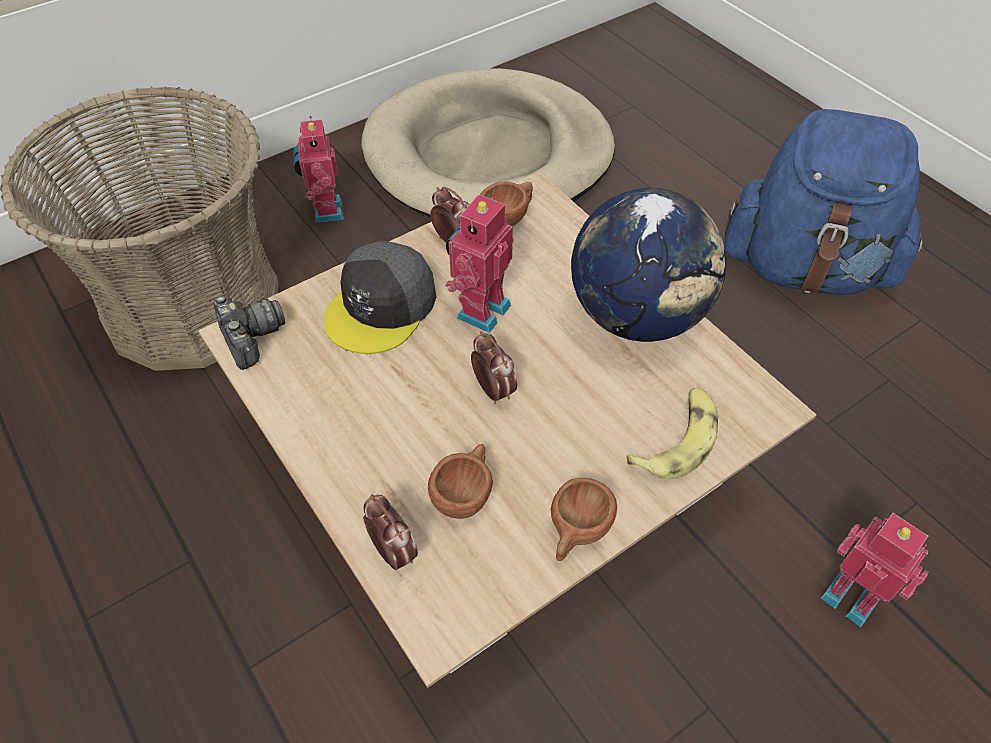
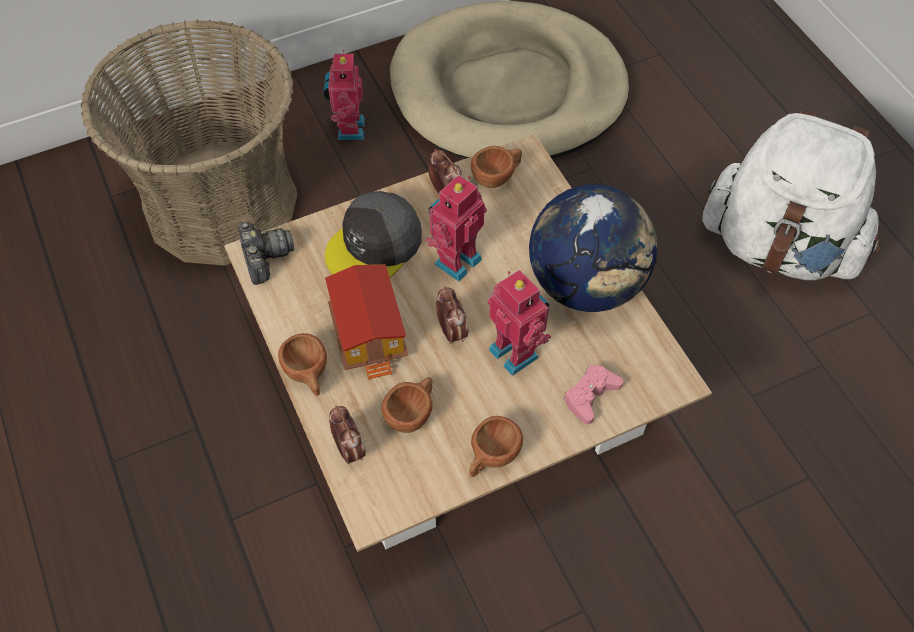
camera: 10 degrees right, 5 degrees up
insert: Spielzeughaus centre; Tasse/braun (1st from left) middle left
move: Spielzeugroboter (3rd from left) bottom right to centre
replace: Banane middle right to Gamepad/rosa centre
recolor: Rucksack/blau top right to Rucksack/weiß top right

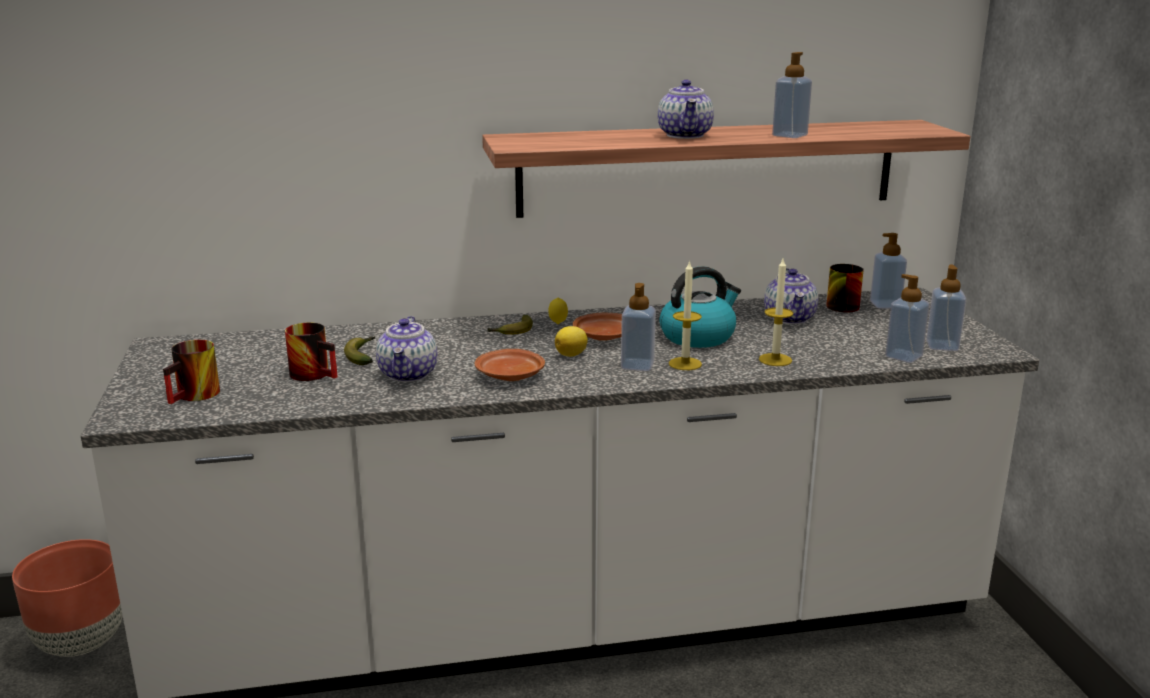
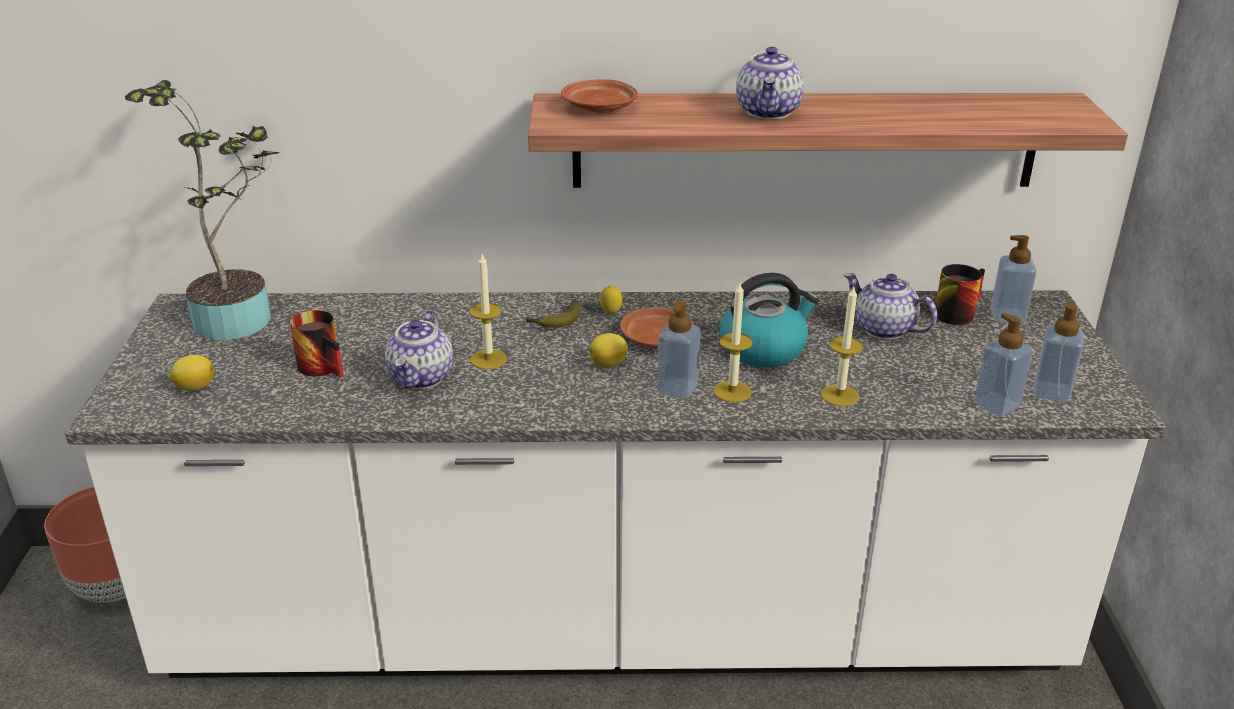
camera: 10 degrees right, 10 degrees up
delete: Seifenspender (2nd from left) top right; Banane (1st from left) middle left
insert: Topfpflanze top left; Kerze (1st from left) centre
move: Teller/braun (1st from left) centre to top centre
replace: Henkelbecher (1st from left) middle left to Zitrone (1st from left) middle left
rotate: Teekanne (3rd from left) middle right = middle right 120 degrees clockwise

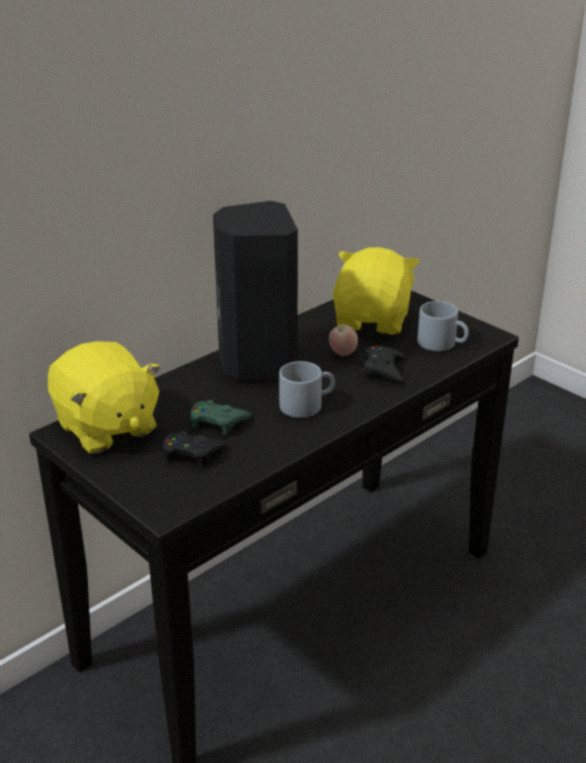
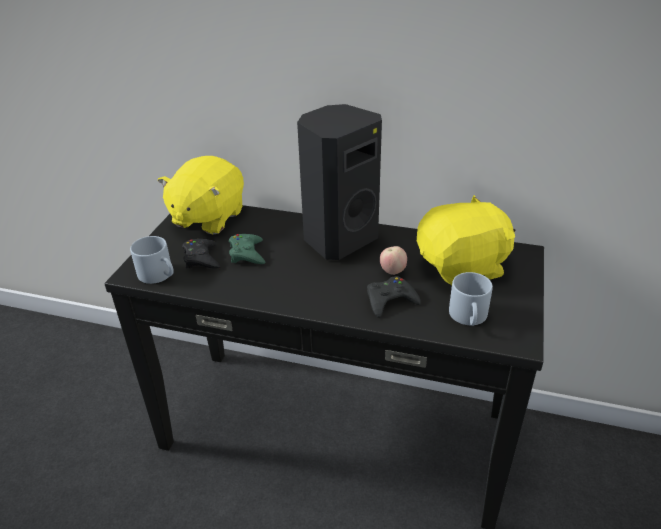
camera: 60 degrees right, 5 degrees up
move: Henkelbecher/grau (1st from left) centre to middle left

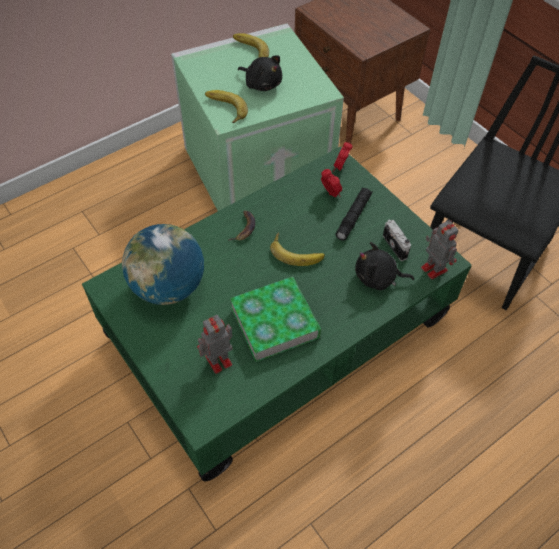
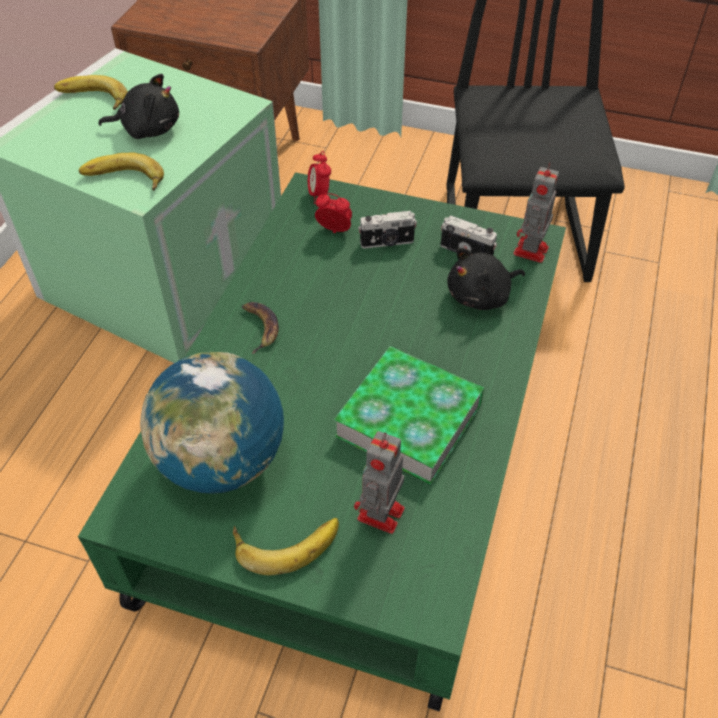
camera: 35 degrees left, 5 degrees down
move: Banane (4th from left) centre to bottom centre
replace: Taschenlampe/schwarz centre to Kamera (1st from left) top centre
rotate: Spielzeugroboter (2nd from left) middle right = top right 90 degrees counterclockwise

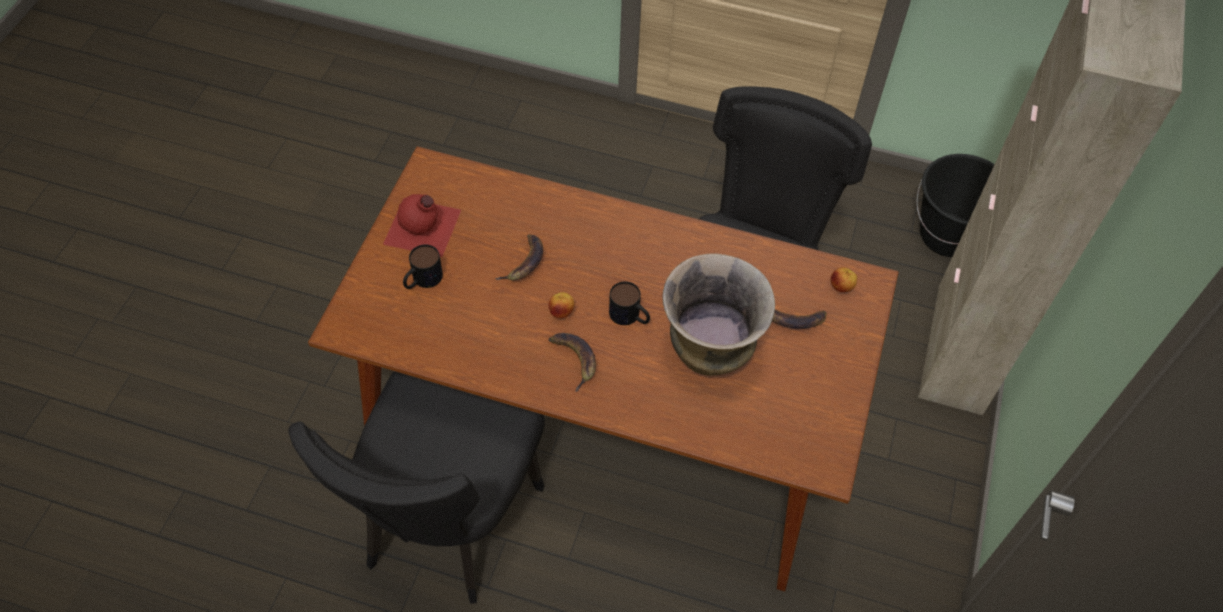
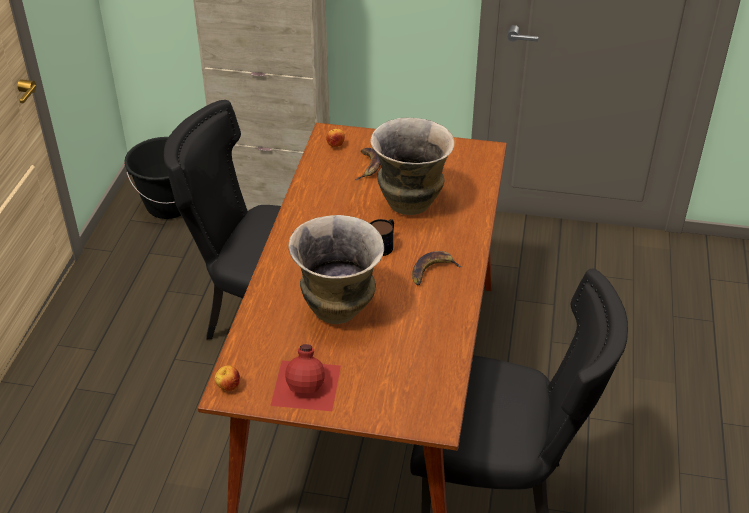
camera: 95 degrees left, 15 degrees down
delete: Henkelbecher (1st from left) centre
move: Apfel (1st from left) centre to bottom left
replace: Banane (1st from left) centre to Vase (1st from left) centre

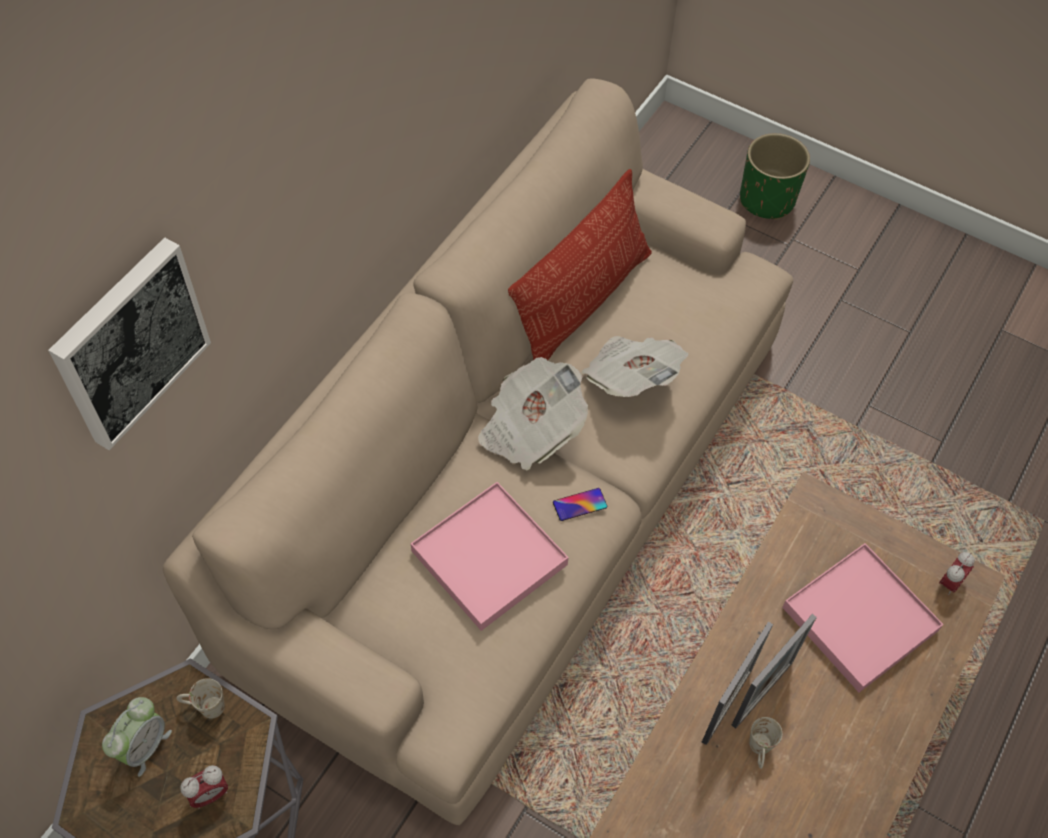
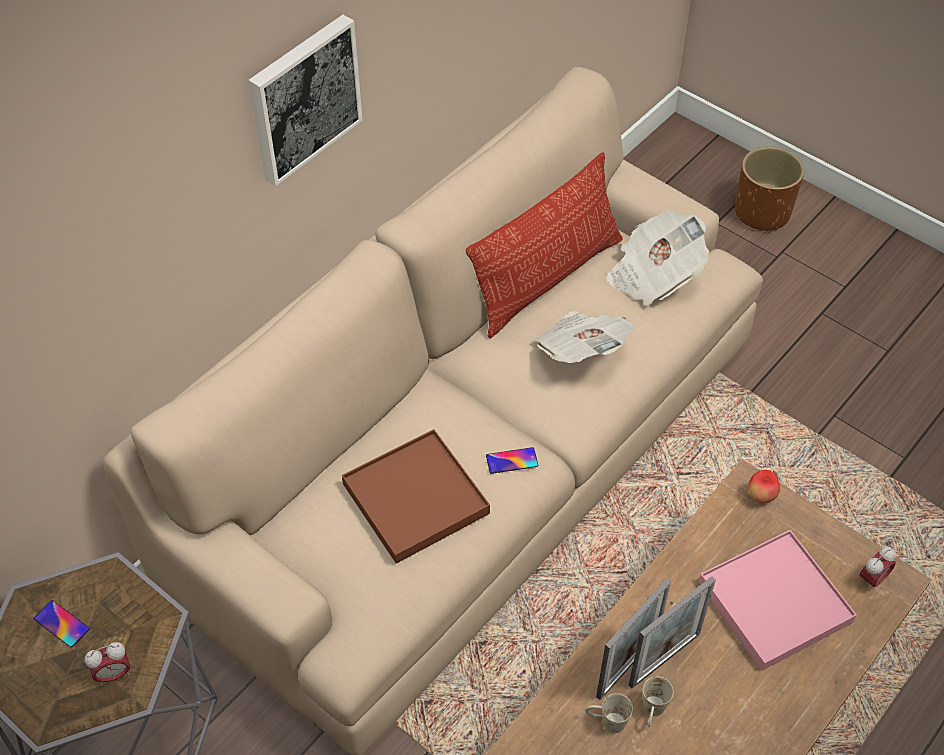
camera: 10 degrees right, 5 degrees down
insert: Apfel middle right
move: Bild middle left to top left; Zeitung (1st from left in the first image) centre to Zeitung (2nd from left) middle right; Henkelbecher/weiß (1st from left) bottom left to bottom centre
replace: Wecker (1st from left) bottom left to Handy (1st from left) bottom left
recolor: Pflanzkübel/grün top right to Pflanzkübel/braun top right; Tablett/rosa (1st from left) centre to Tablett/braun centre

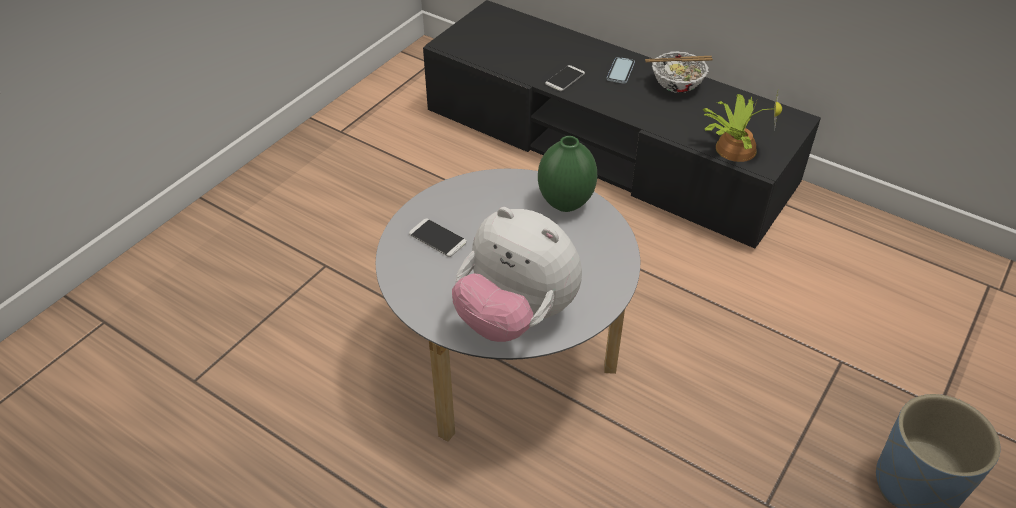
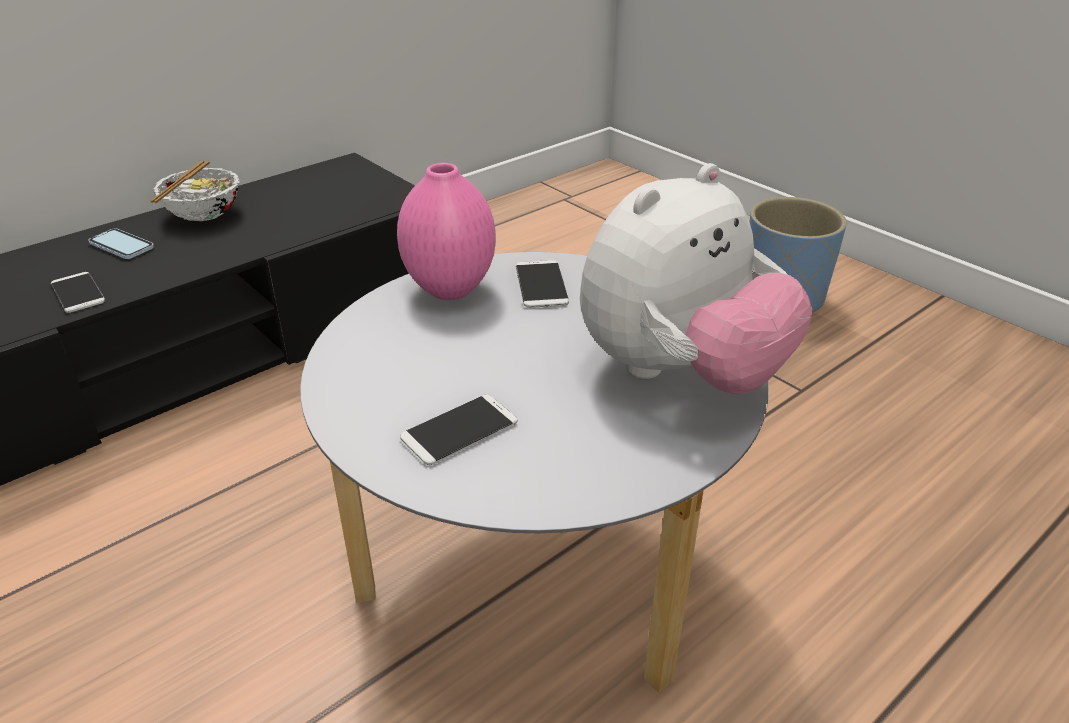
camera: 75 degrees left, 10 degrees down
delete: Topfpflanze top right
insert: Handy (4th from left) centre
recolor: Vase/grün centre to Vase/rosa top centre

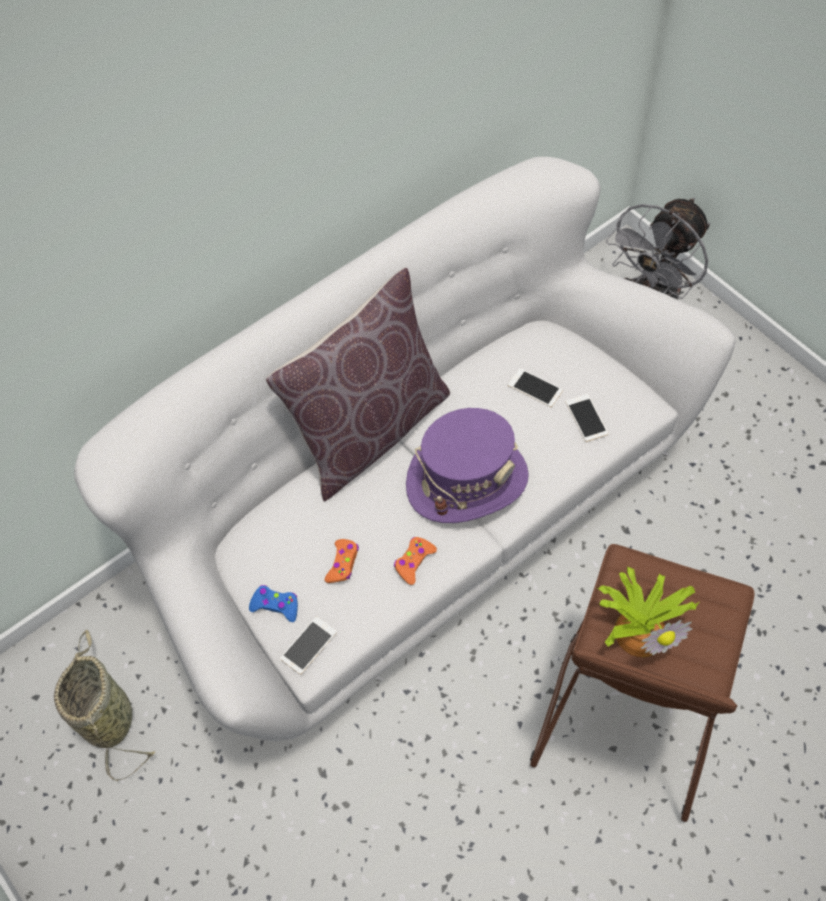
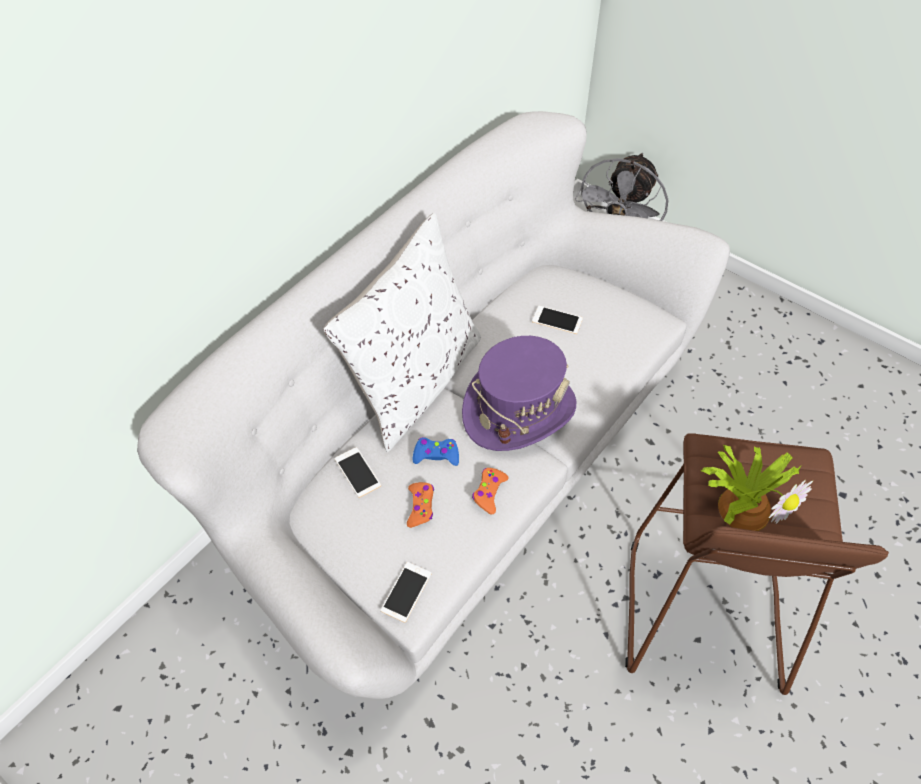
camera: 15 degrees left, 5 degrees down
delete: Korb bottom left
move: Handy (3rd from left in the first image) middle right to Handy (1st from left) centre; Gamepad/blau bottom left to centre
recolor: Kissen/braun centre to Kissen/weiß centre

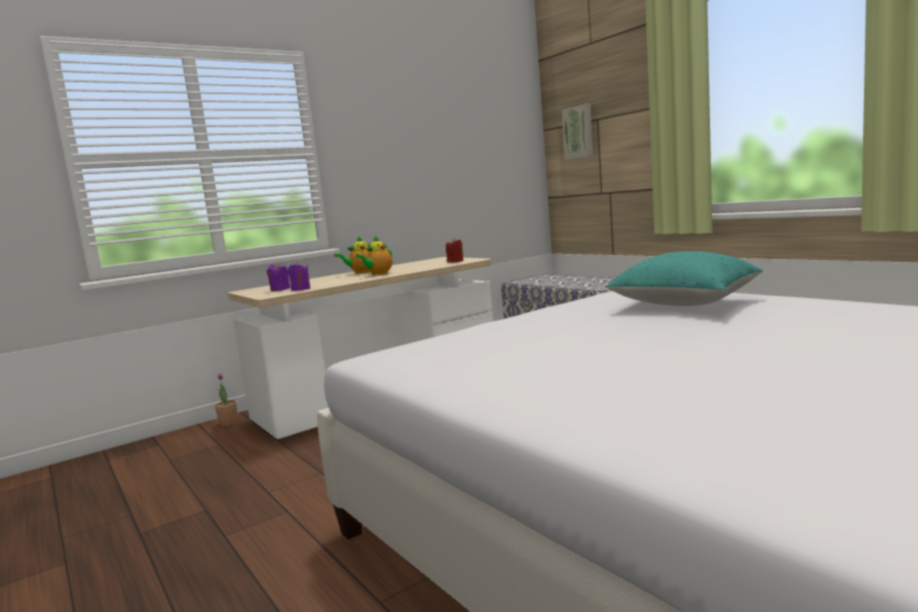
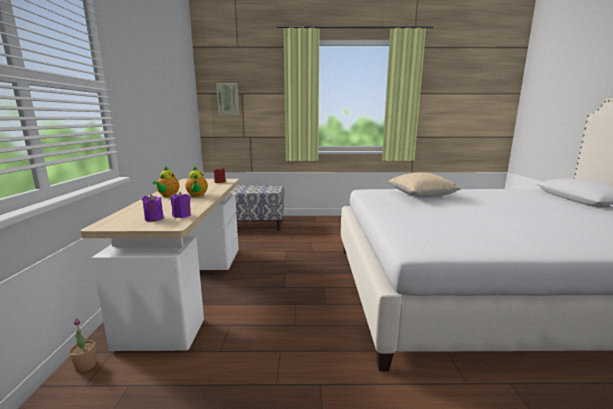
camera: 55 degrees left, 5 degrees up
recolor: Kissen/türkis middle right to Kissen/beige middle right

